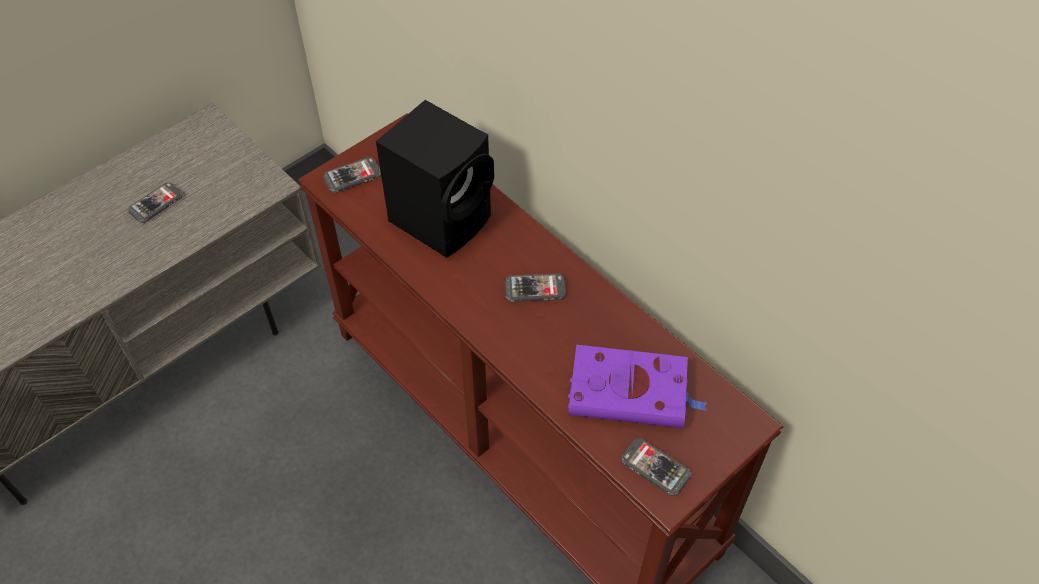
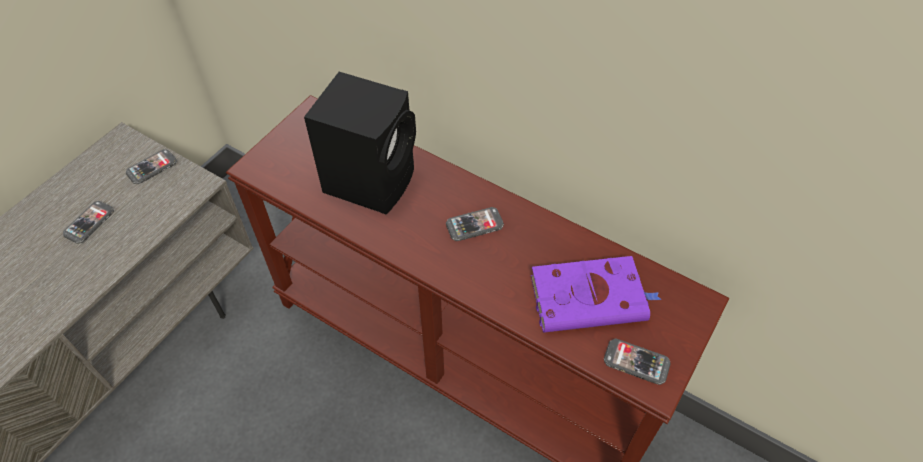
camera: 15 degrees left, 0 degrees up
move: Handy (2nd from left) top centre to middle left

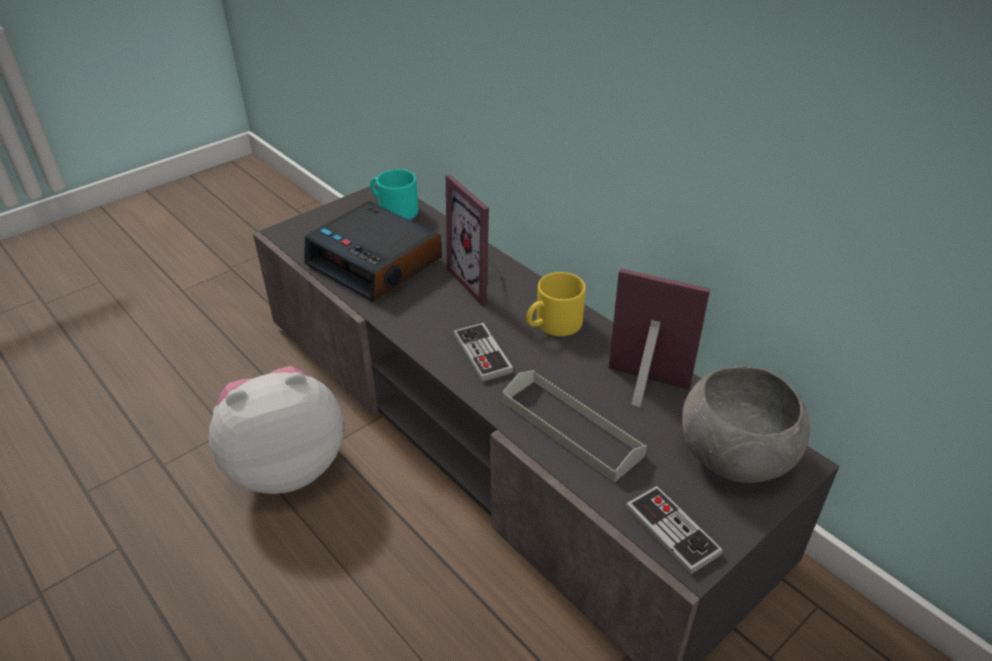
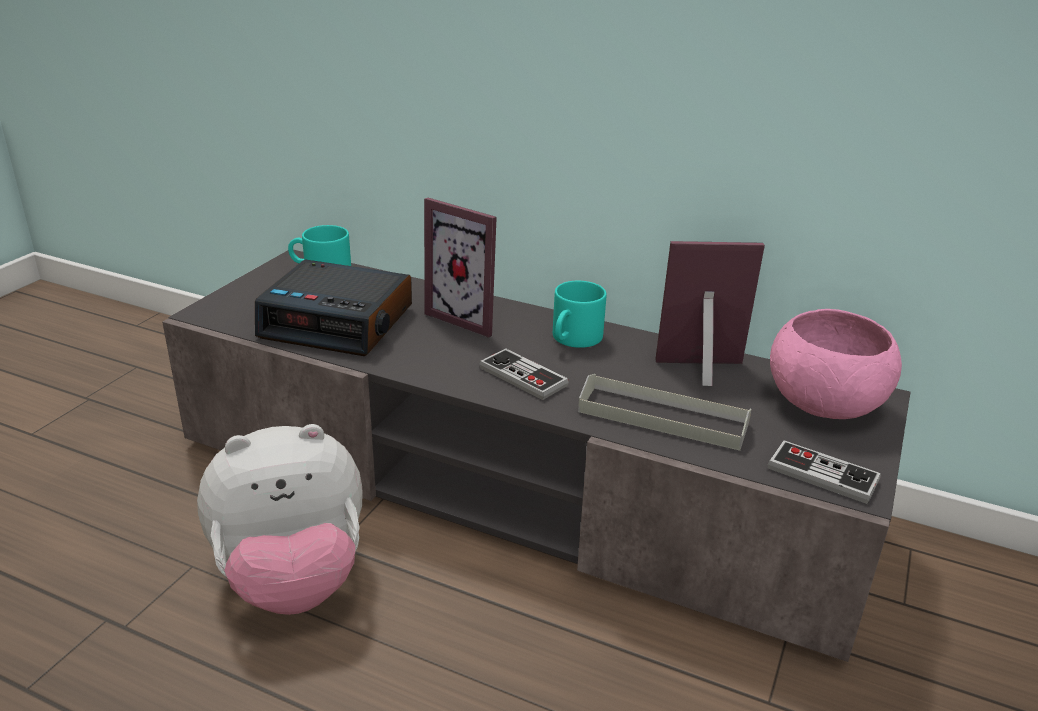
camera: 25 degrees left, 10 degrees down
recolor: Henkelbecher/gelb centre to Henkelbecher/türkis (2nd from left) centre; Schüssel/grau middle right to Schüssel/rosa middle right
rotate: Plüschtier middle left = bottom left 150 degrees counterclockwise

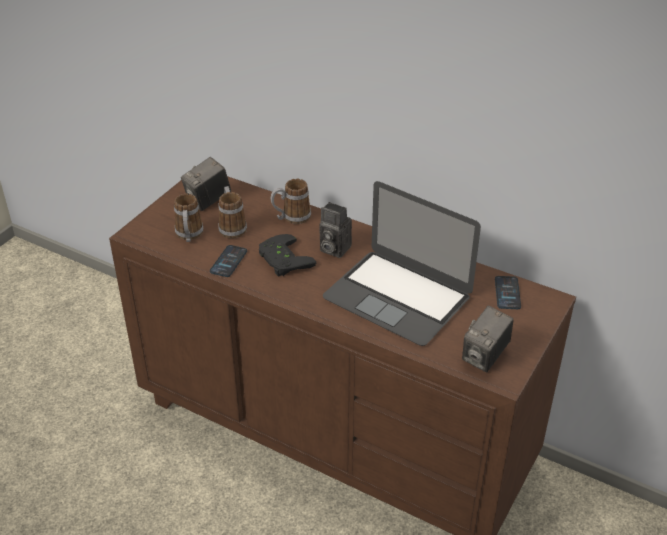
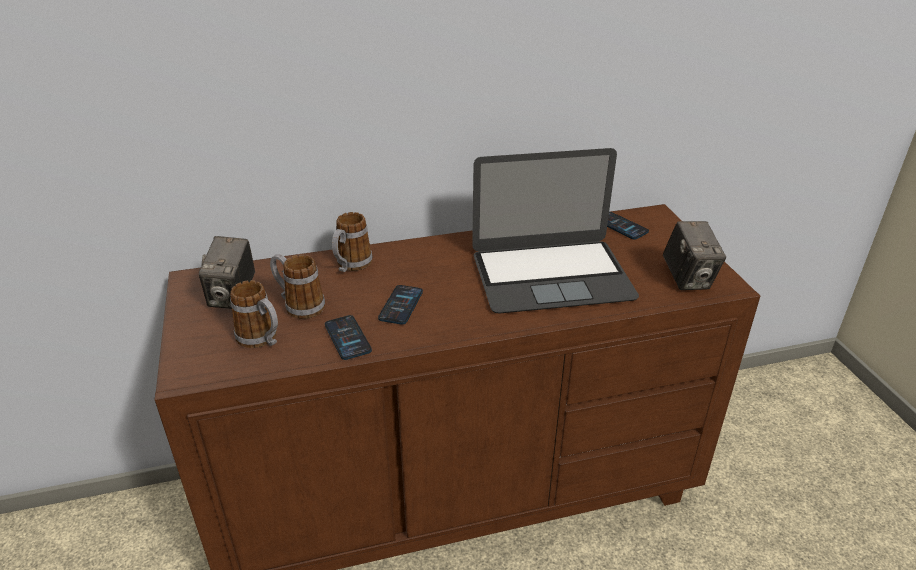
camera: 45 degrees left, 5 degrees down
delete: Kamera (2nd from left) centre
replace: Gamepad/schwarz centre to Handy (2nd from left) centre

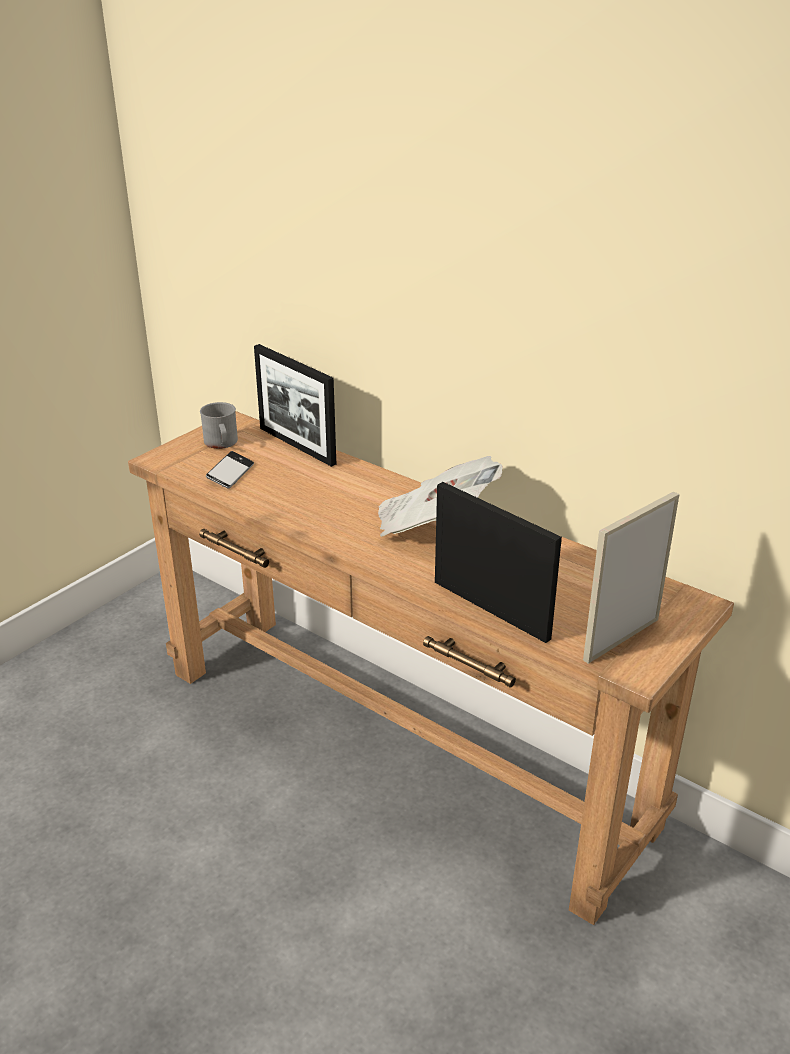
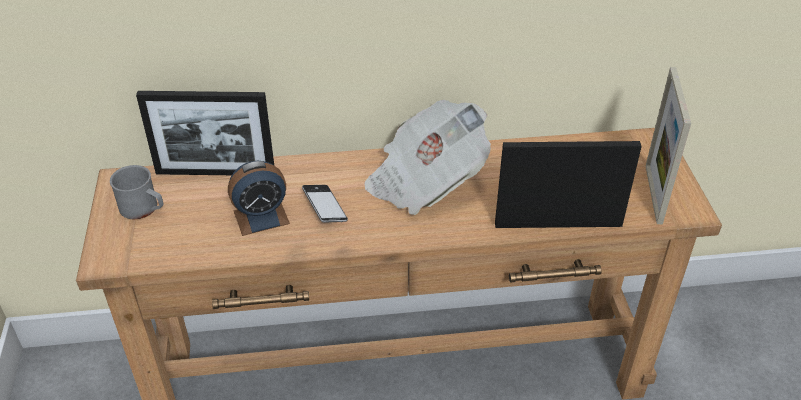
camera: 45 degrees left, 10 degrees up
insert: Wecker middle left
move: Handy middle left to centre

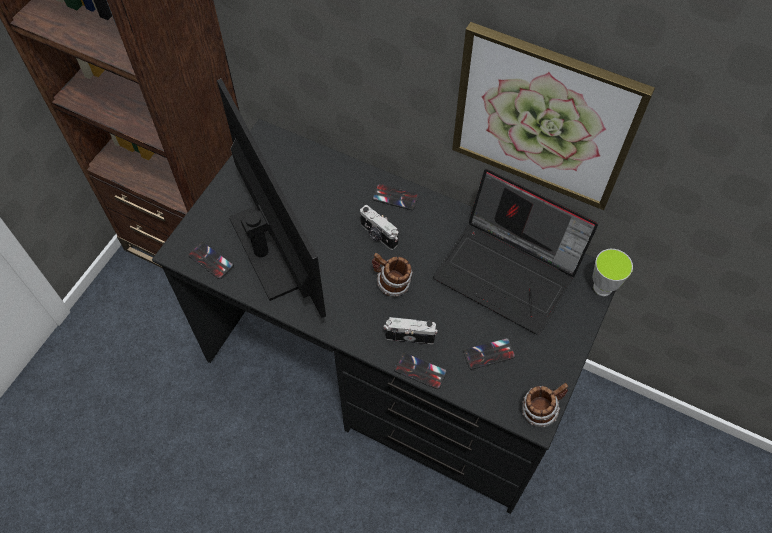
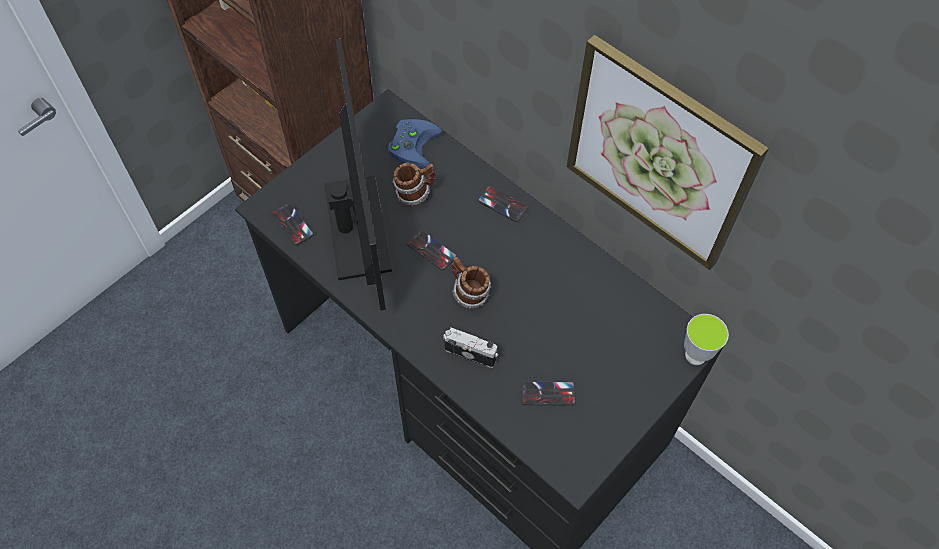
camera: 15 degrees right, 0 degrees up
delete: Laptop middle right; Kamera (1st from left) centre
insert: Gamepad/blau top centre
move: Handy (3rd from left in the first image) bottom centre to Handy (2nd from left) centre; Henkelbecher (2nd from left in the first image) bottom right to Henkelbecher (1st from left) centre

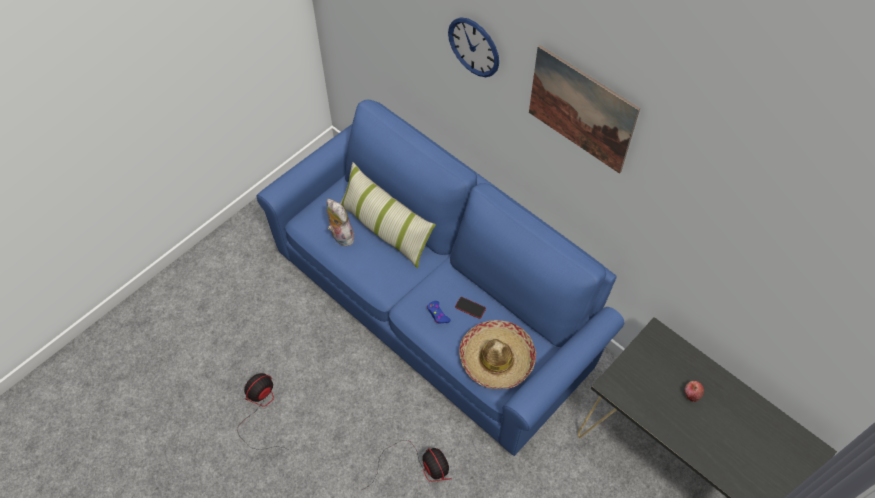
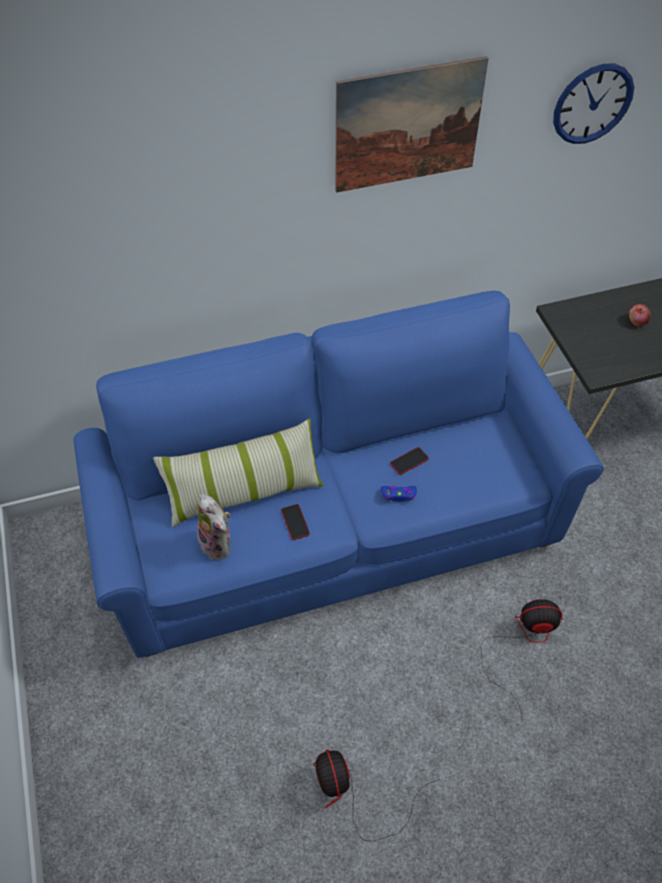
camera: 60 degrees left, 5 degrees down
delete: Hut bottom centre
insert: Handy (1st from left) centre
move: Wanduhr top centre to top right
rotate: Plüschtier centre = middle left 120 degrees counterclockwise

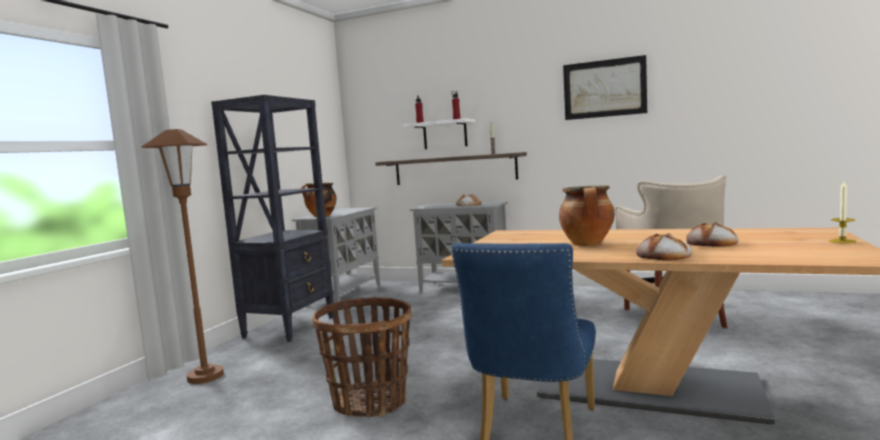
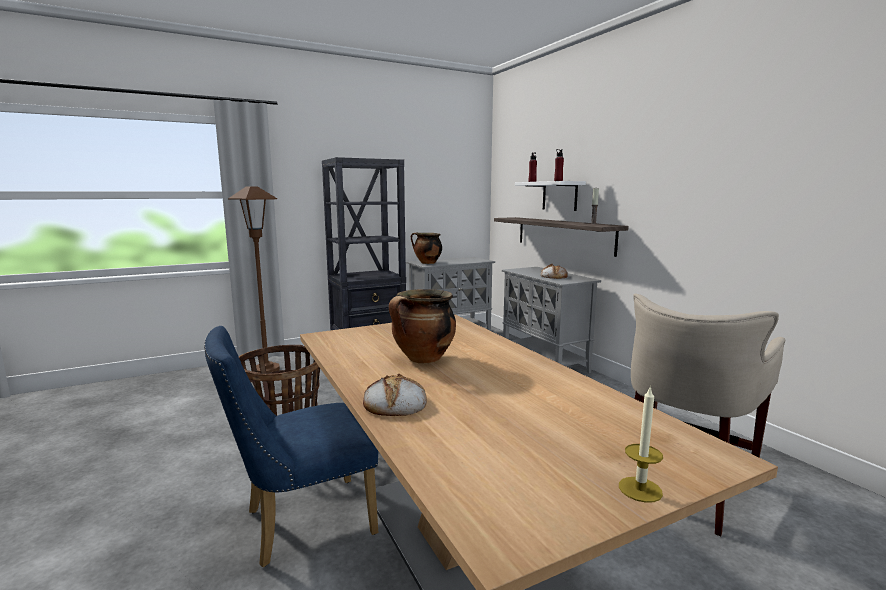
camera: 40 degrees right, 5 degrees up
delete: Bild top right; Brot (3rd from left) middle right

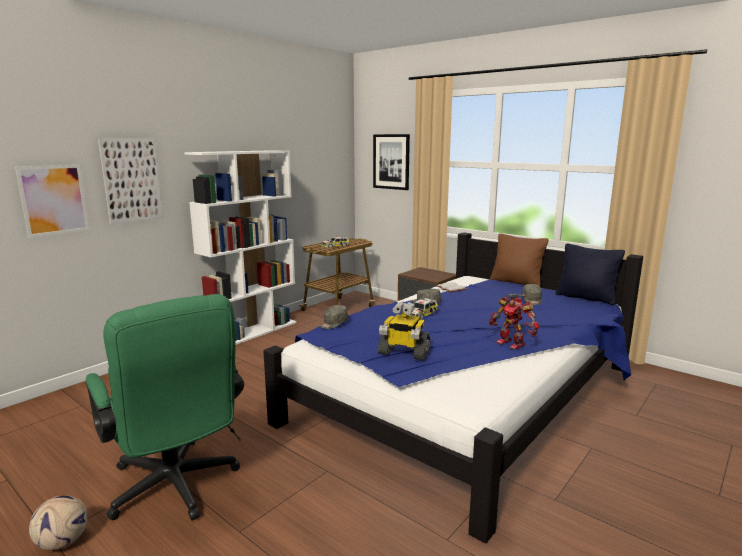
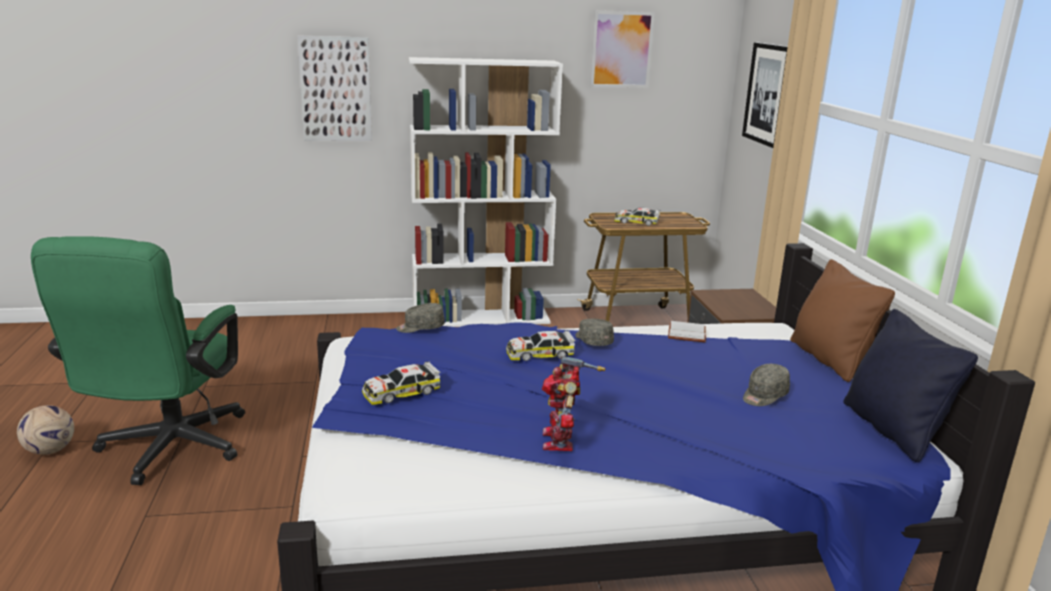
camera: 40 degrees right, 5 degrees up
move: Bild (1st from left in the first image) middle left to Bild (2nd from left) top centre
replace: Spielzeugroboter (1st from left) centre to Spielzeugauto (1st from left) centre

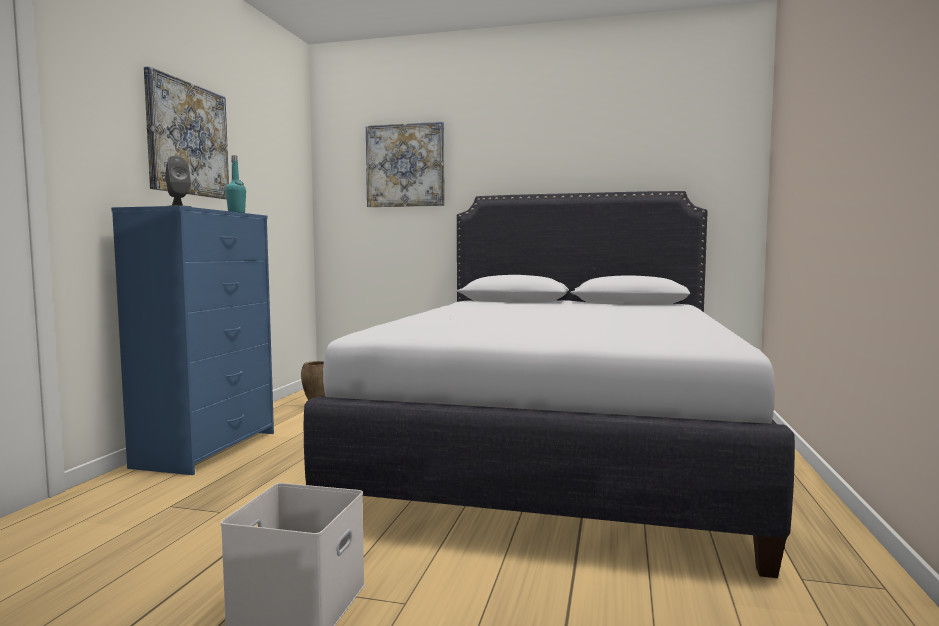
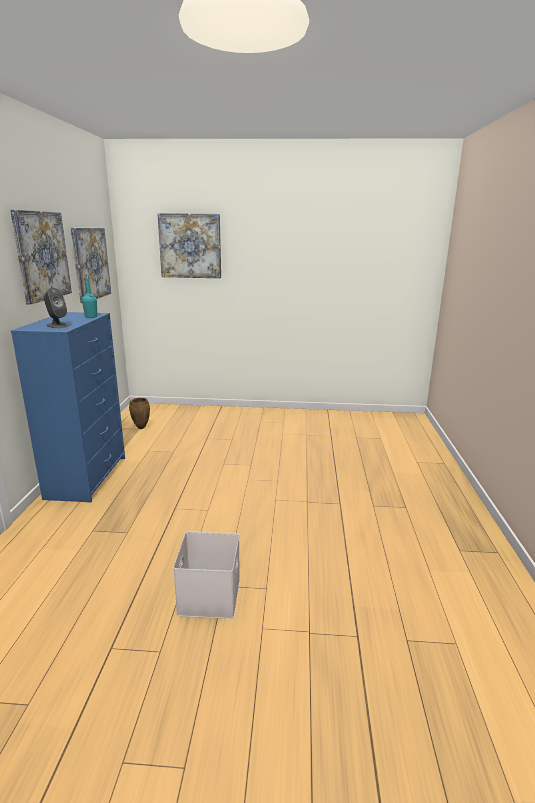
camera: 10 degrees left, 15 degrees up
delete: Bett/weiß centre
insert: Bild (2nd from left) top left

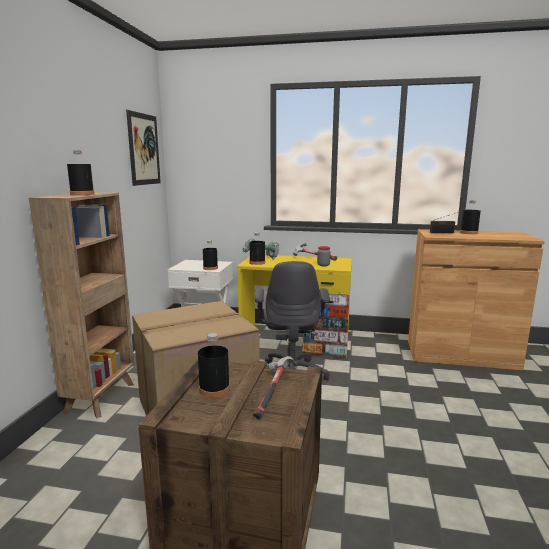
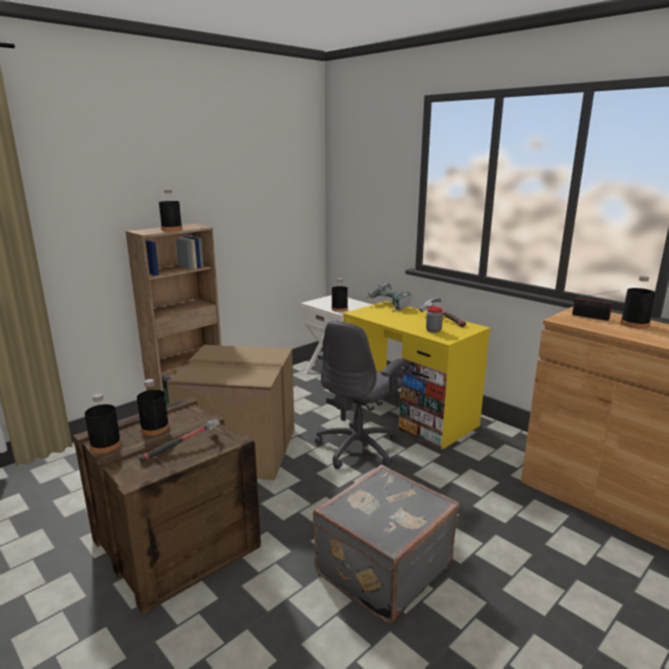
camera: 35 degrees right, 5 degrees up
delete: Bild top left
insert: Koffer/grau bottom centre
move: Flasche/schwarz (4th from left in the first image) centre to Flasche/schwarz (1st from left) middle left

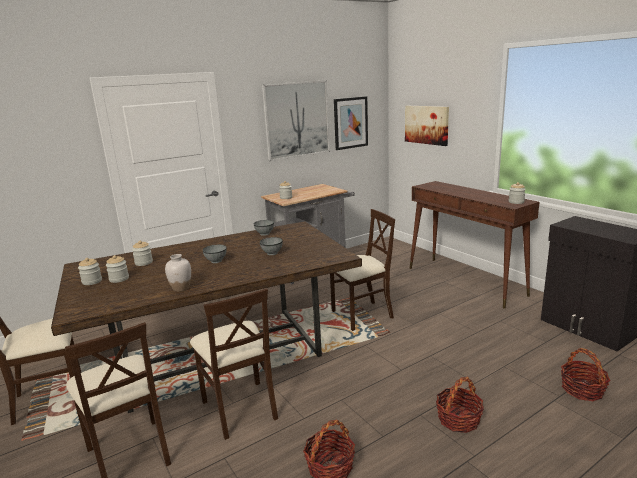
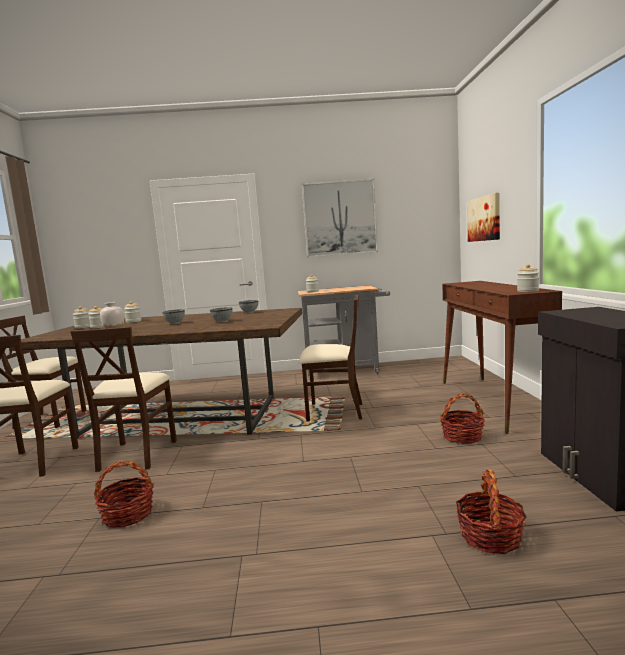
camera: 30 degrees right, 10 degrees down
delete: Bild (2nd from left) top centre
move: Korb (2nd from left) bottom right to middle right

